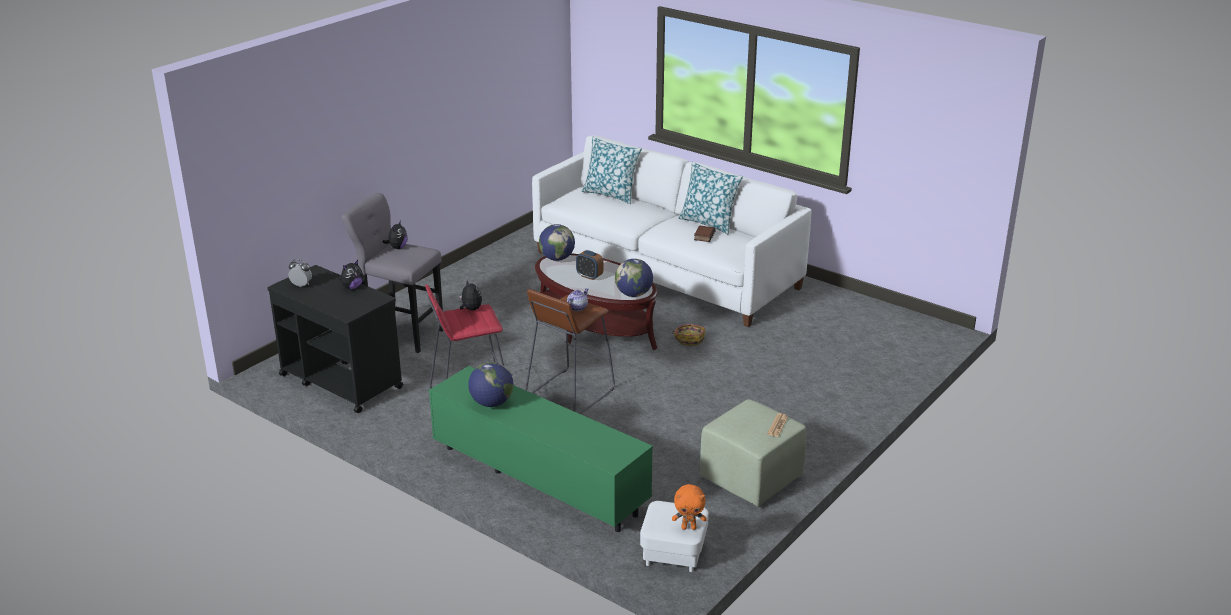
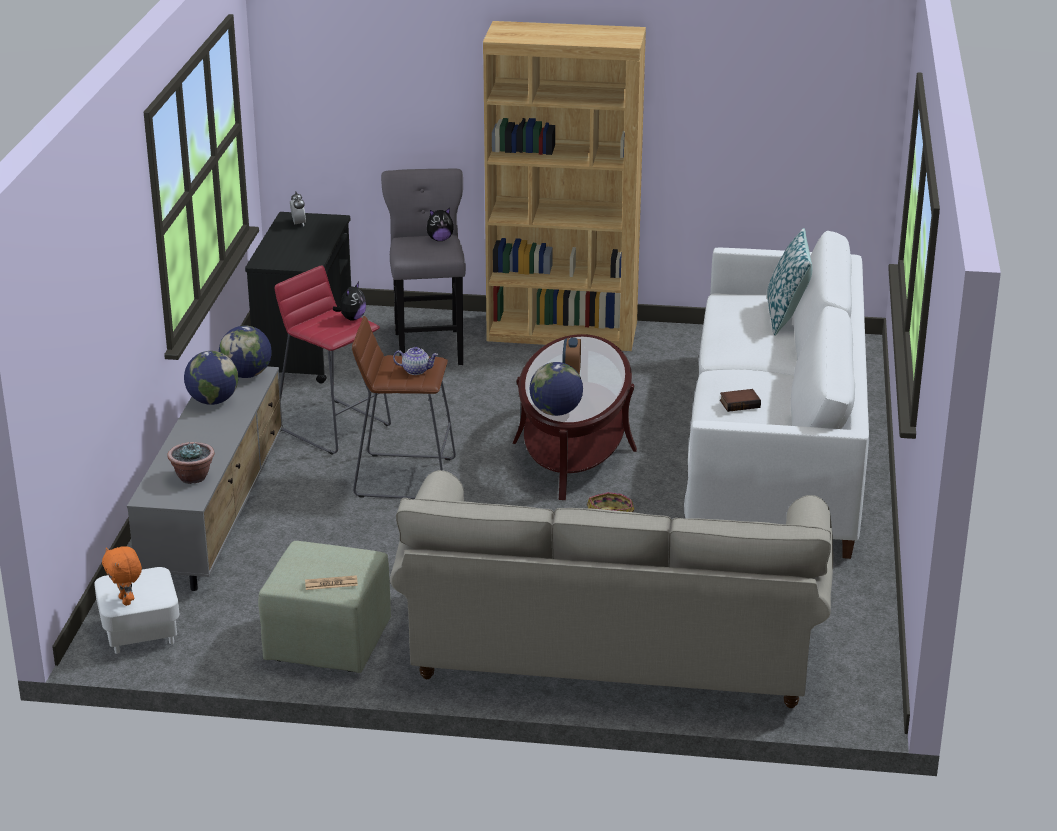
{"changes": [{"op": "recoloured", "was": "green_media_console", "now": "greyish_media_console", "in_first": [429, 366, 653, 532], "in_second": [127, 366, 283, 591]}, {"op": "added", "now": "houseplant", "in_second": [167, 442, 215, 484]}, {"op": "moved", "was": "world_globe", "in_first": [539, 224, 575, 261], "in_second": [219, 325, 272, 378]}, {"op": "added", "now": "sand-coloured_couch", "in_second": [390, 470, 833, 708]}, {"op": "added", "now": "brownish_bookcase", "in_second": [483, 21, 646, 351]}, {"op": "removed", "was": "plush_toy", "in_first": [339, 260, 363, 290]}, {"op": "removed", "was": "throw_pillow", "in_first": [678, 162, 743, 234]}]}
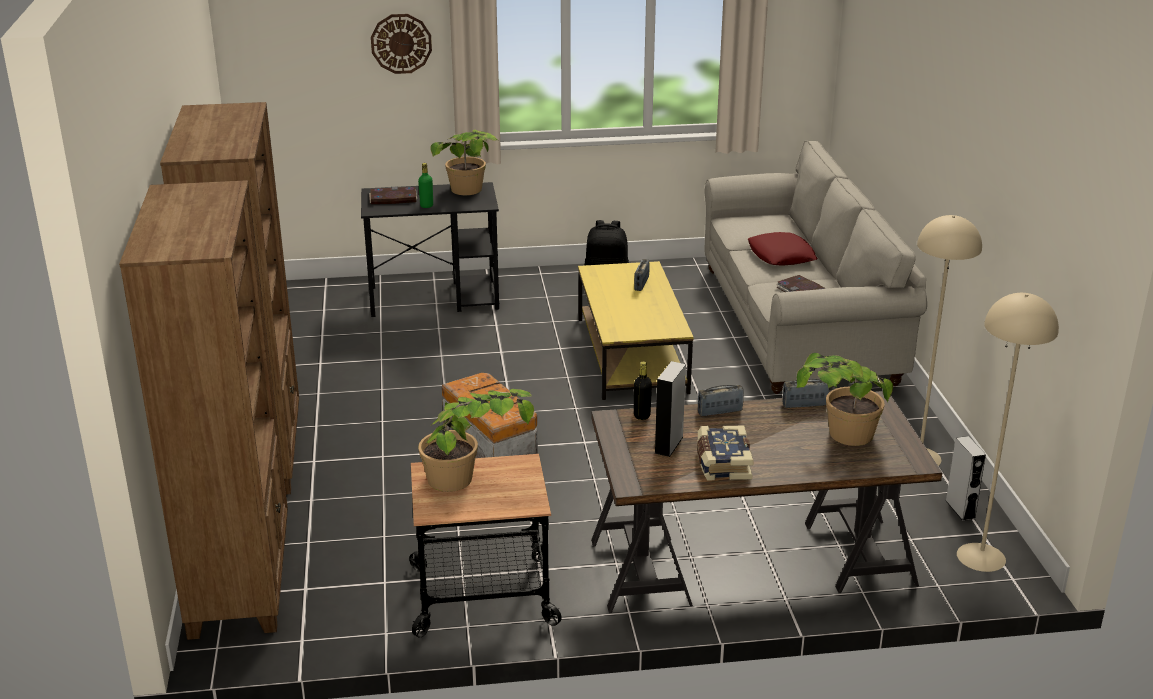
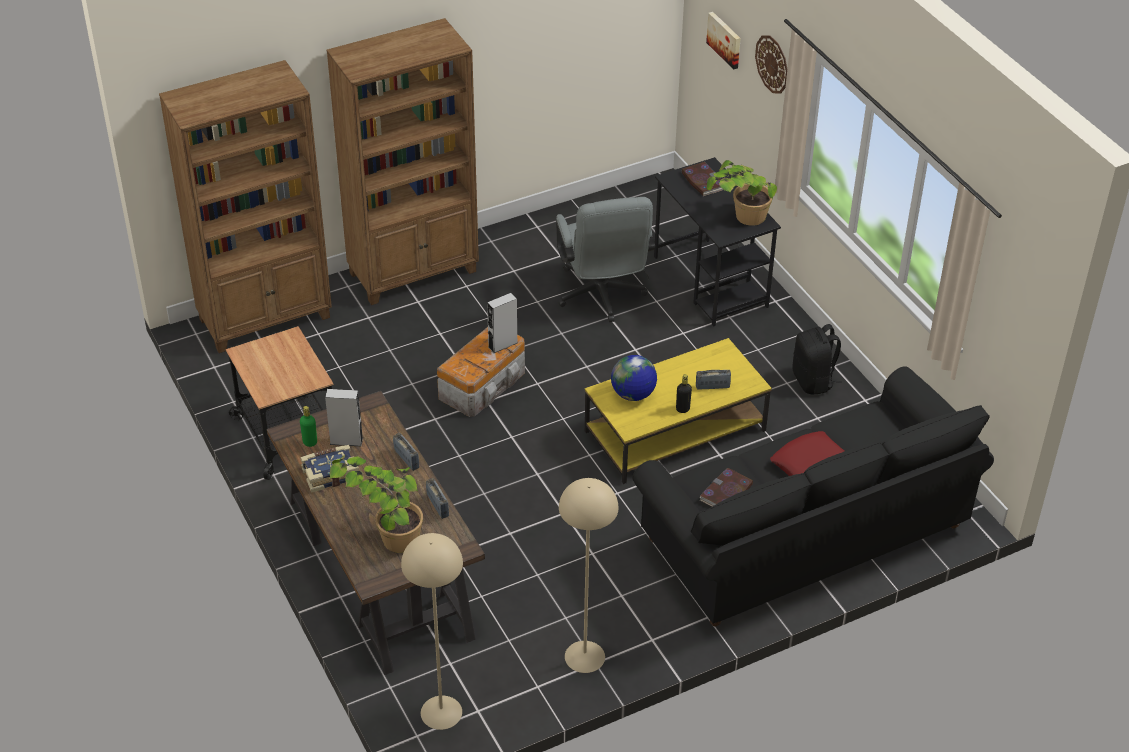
{"changes": [{"op": "moved", "was": "green_beverage_bottle", "in_first": [418, 163, 433, 208], "in_second": [300, 406, 317, 447]}, {"op": "moved", "was": "greyish_loudspeaker", "in_first": [945, 436, 986, 521], "in_second": [487, 293, 518, 353]}, {"op": "added", "now": "greyish_computer_chair", "in_second": [556, 197, 655, 322]}, {"op": "added", "now": "world_globe", "in_second": [611, 355, 657, 401]}, {"op": "recoloured", "was": "sand-coloured_couch", "now": "black_couch", "in_first": [704, 141, 927, 394], "in_second": [632, 366, 994, 626]}, {"op": "moved", "was": "black_beverage_bottle", "in_first": [634, 361, 652, 420], "in_second": [676, 374, 692, 413]}, {"op": "added", "now": "picture", "in_second": [706, 12, 741, 69]}, {"op": "removed", "was": "houseplant", "in_first": [418, 389, 534, 492]}]}
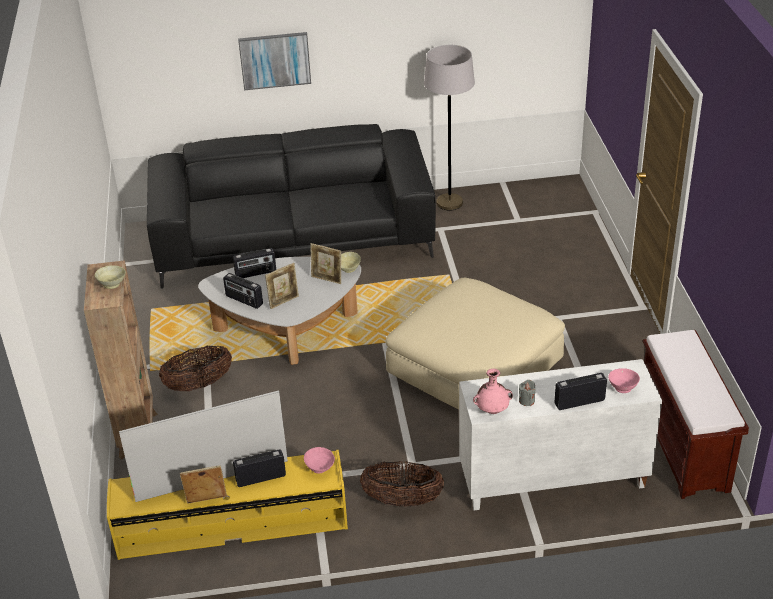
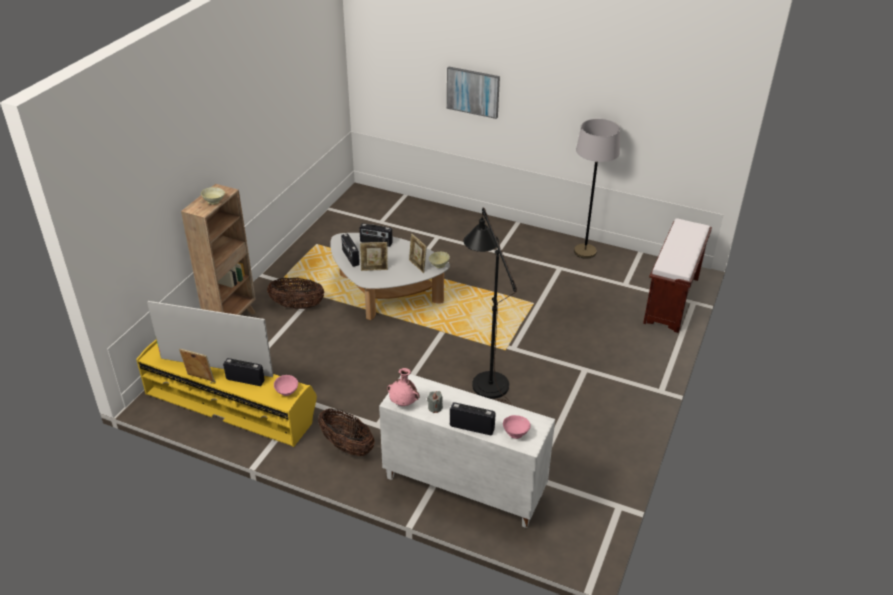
{"changes": [{"op": "replaced", "was": "sand-coloured_footrest", "now": "black_standing_lamp", "in_first": [386, 278, 565, 410], "in_second": [463, 207, 517, 405]}, {"op": "moved", "was": "brownish_long_seat", "in_first": [643, 330, 749, 499], "in_second": [643, 218, 712, 333]}, {"op": "removed", "was": "black_couch", "in_first": [147, 124, 436, 288]}]}
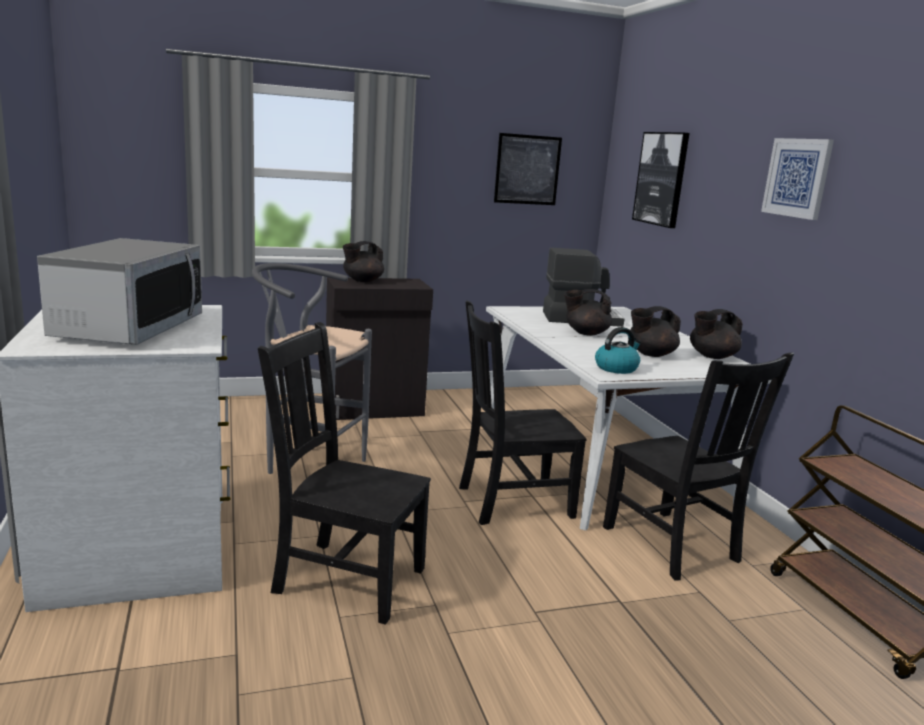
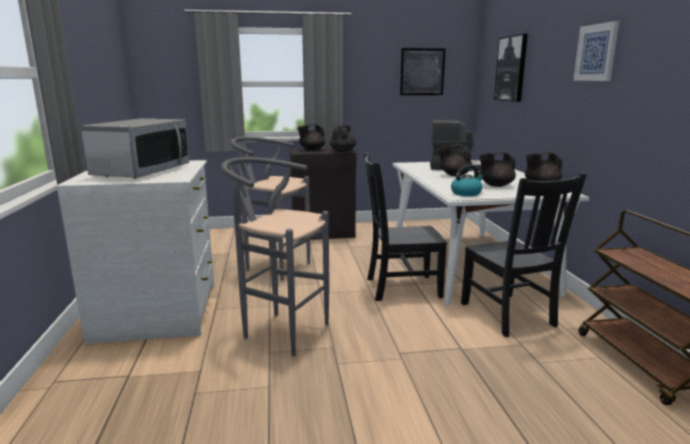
{"changes": [{"op": "replaced", "was": "black_chair", "now": "greyish_stool_seat", "in_first": [258, 322, 431, 625], "in_second": [221, 157, 329, 356]}, {"op": "added", "now": "black_tea_pot", "in_second": [330, 125, 357, 152]}]}
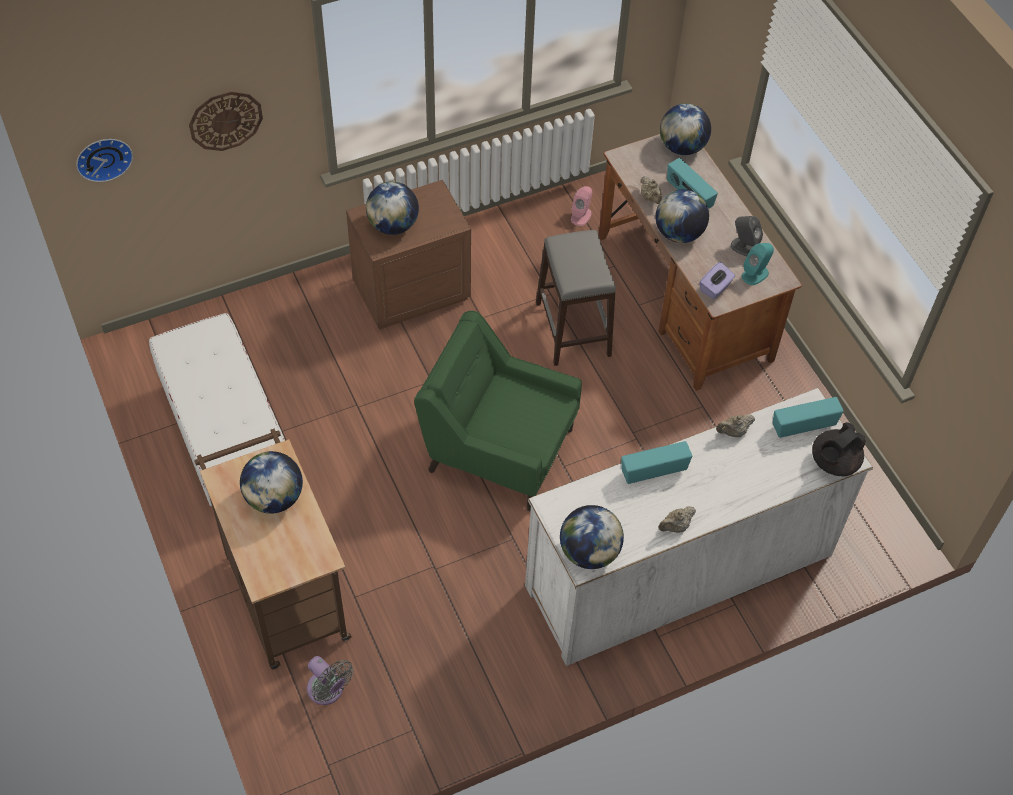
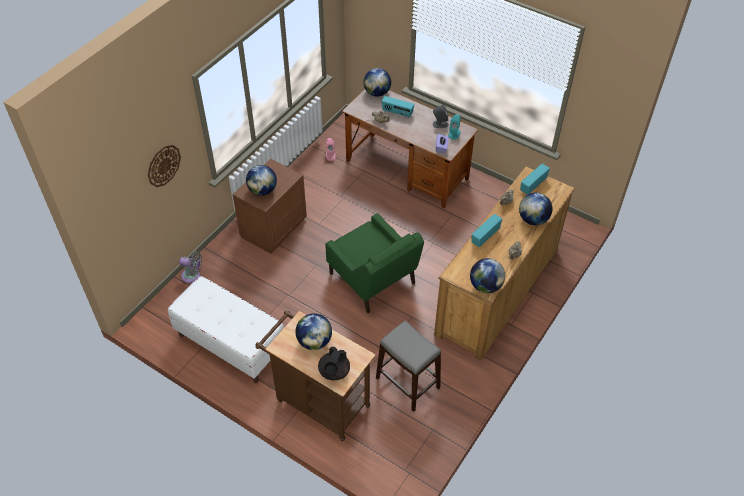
{"changes": [{"op": "moved", "was": "greyish_electric_fan", "in_first": [307, 656, 354, 705], "in_second": [179, 251, 202, 283]}, {"op": "moved", "was": "black_tea_pot", "in_first": [812, 422, 866, 476], "in_second": [318, 347, 350, 381]}, {"op": "turned", "was": "green_armchair", "in_first": [414, 311, 582, 512], "in_second": [325, 213, 424, 313], "clockwise": -120}, {"op": "moved", "was": "greyish_stool_seat", "in_first": [536, 230, 616, 366], "in_second": [376, 321, 441, 412]}, {"op": "recoloured", "was": "white-coloured_chest_of_drawers", "now": "brownish_chest_of_drawers", "in_first": [525, 388, 873, 666], "in_second": [434, 167, 575, 361]}, {"op": "moved", "was": "world_globe", "in_first": [655, 189, 709, 243], "in_second": [519, 193, 552, 225]}, {"op": "removed", "was": "clock_on_the_wall", "in_first": [76, 139, 133, 182]}]}
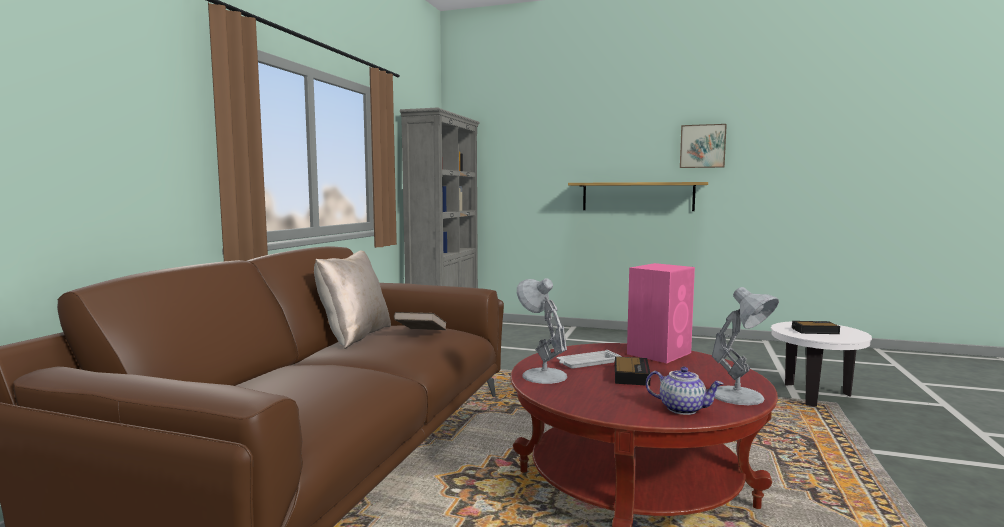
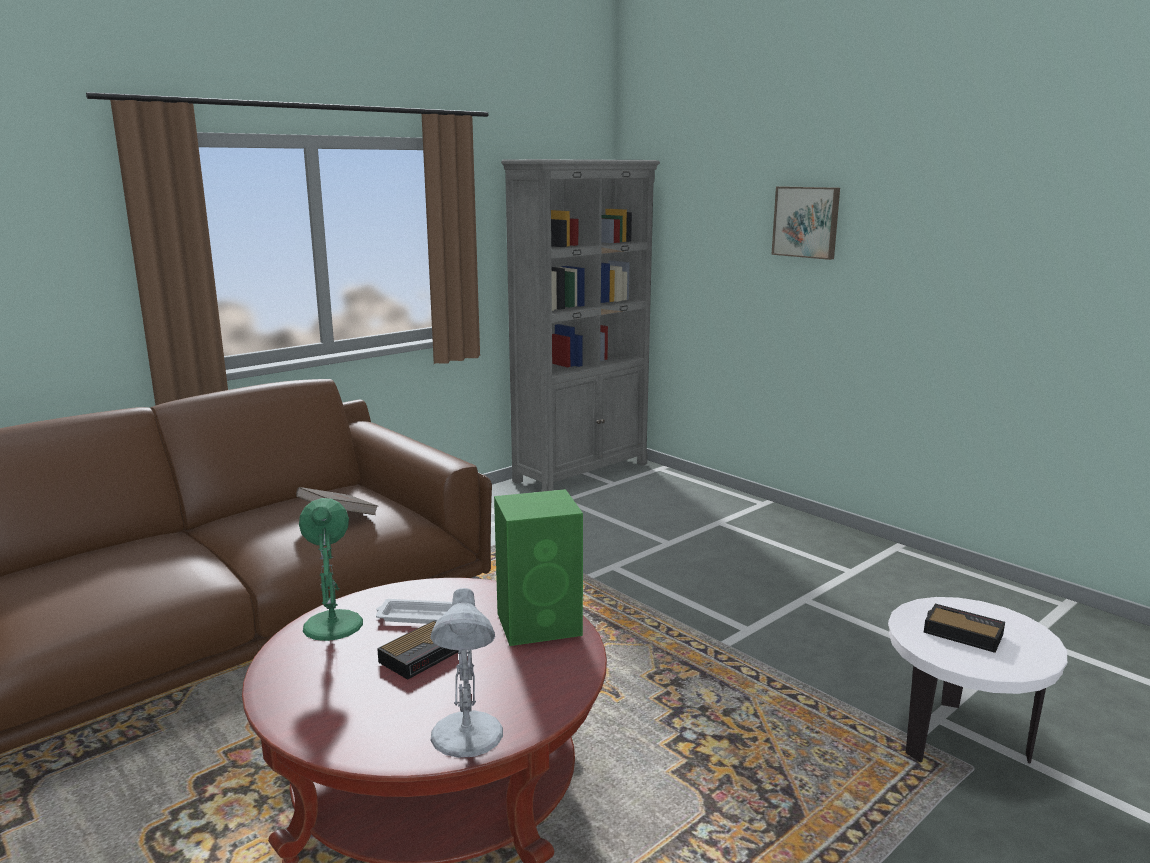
{"changes": [{"op": "recoloured", "was": "white-coloured_lamp_for_a_table", "now": "green_lamp_for_a_table", "in_first": [517, 278, 567, 384], "in_second": [299, 498, 363, 641]}, {"op": "recoloured", "was": "pink-coloured_loudspeaker", "now": "green_loudspeaker", "in_first": [627, 263, 695, 363], "in_second": [494, 489, 583, 646]}, {"op": "moved", "was": "picture", "in_first": [680, 124, 727, 168], "in_second": [771, 186, 840, 260]}, {"op": "removed", "was": "sand-coloured_throw_pillow", "in_first": [314, 251, 391, 349]}, {"op": "removed", "was": "bracket_shelf", "in_first": [568, 182, 708, 211]}, {"op": "removed", "was": "tea_pot", "in_first": [646, 367, 723, 415]}]}
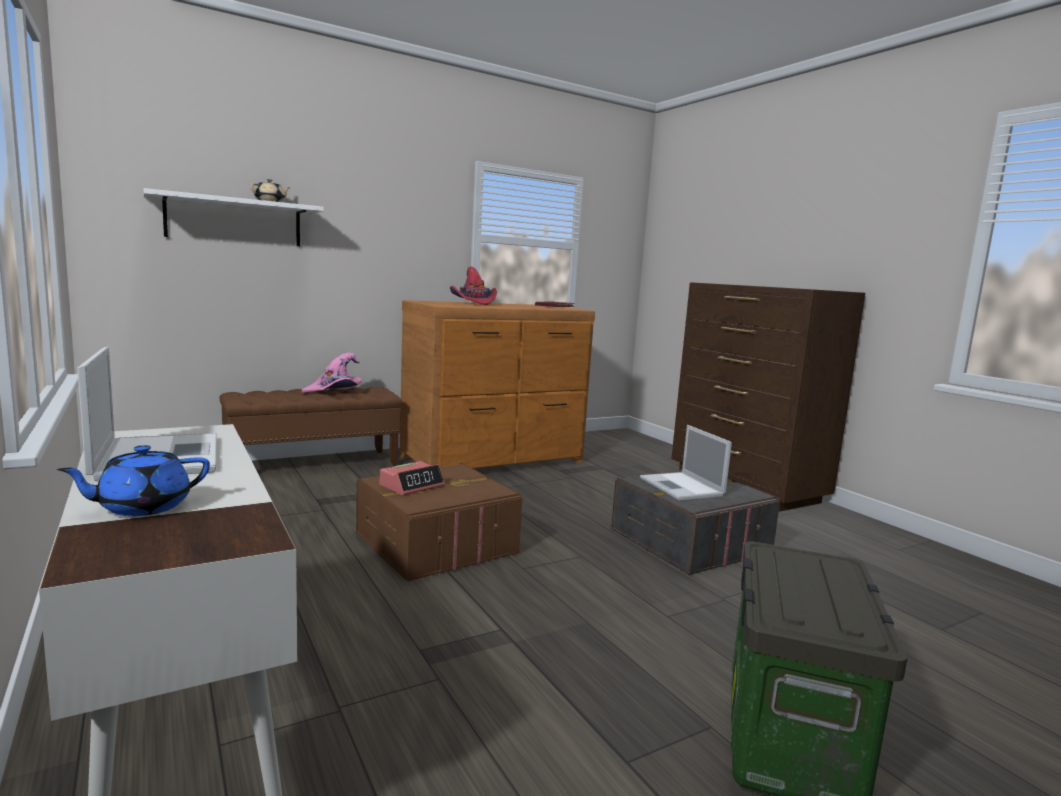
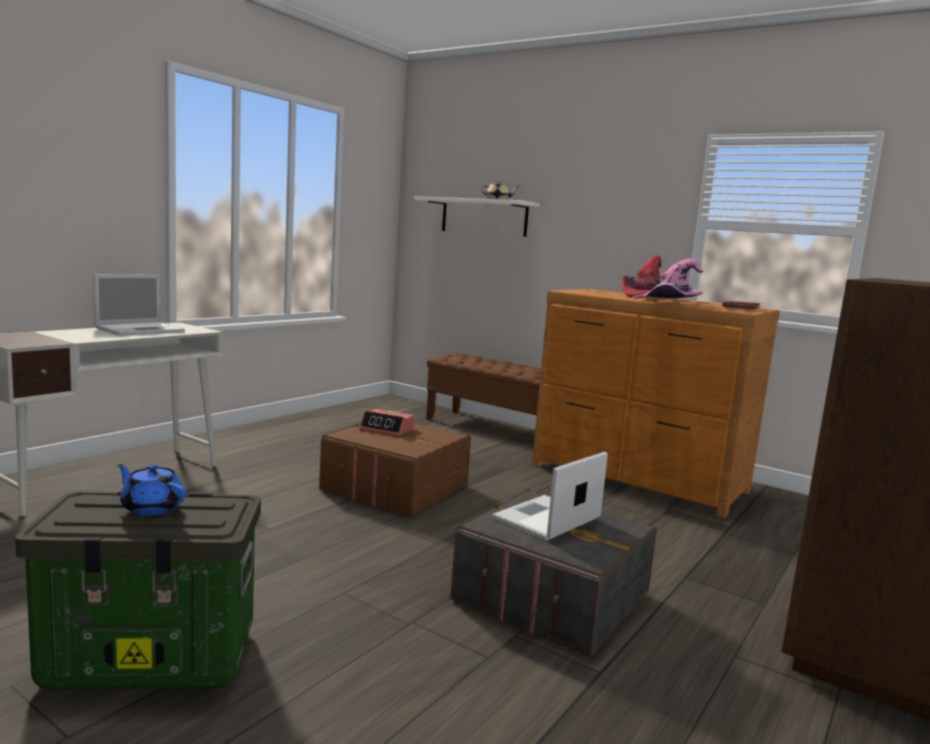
{"changes": [{"op": "moved", "was": "bluish_tea_pot", "in_first": [57, 445, 210, 516], "in_second": [117, 464, 186, 516]}, {"op": "moved", "was": "pink-coloured_hat", "in_first": [301, 353, 362, 392], "in_second": [633, 258, 703, 299]}]}
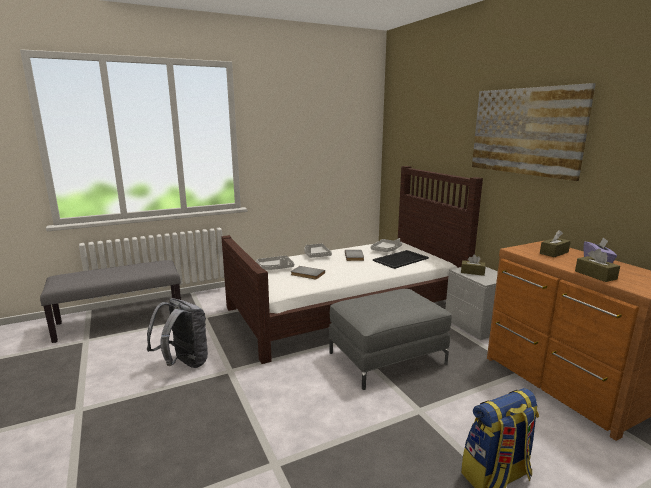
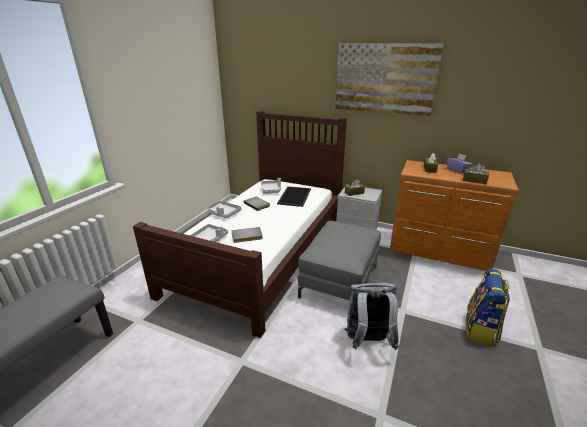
{"changes": [{"op": "moved", "was": "greyish_rucksack", "in_first": [147, 298, 208, 368], "in_second": [345, 283, 399, 350]}]}
